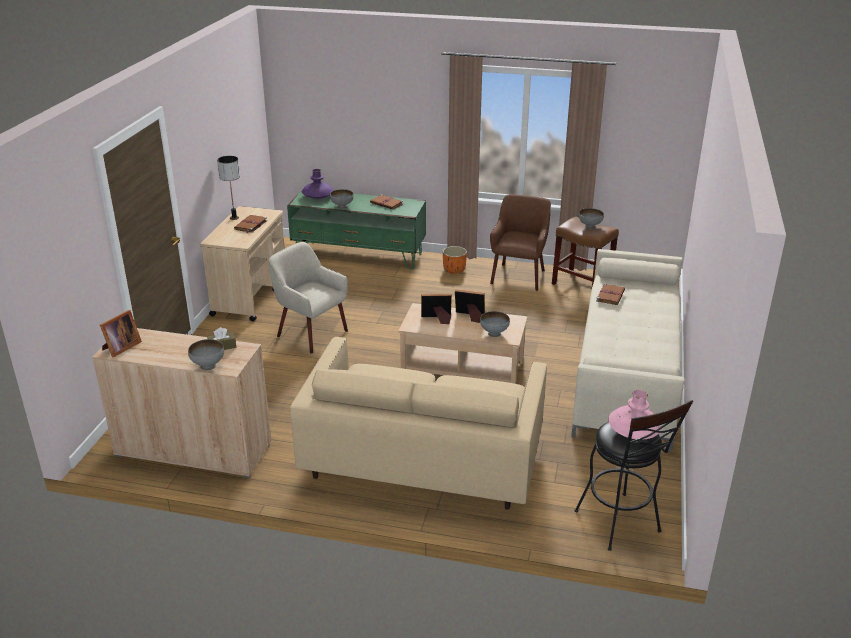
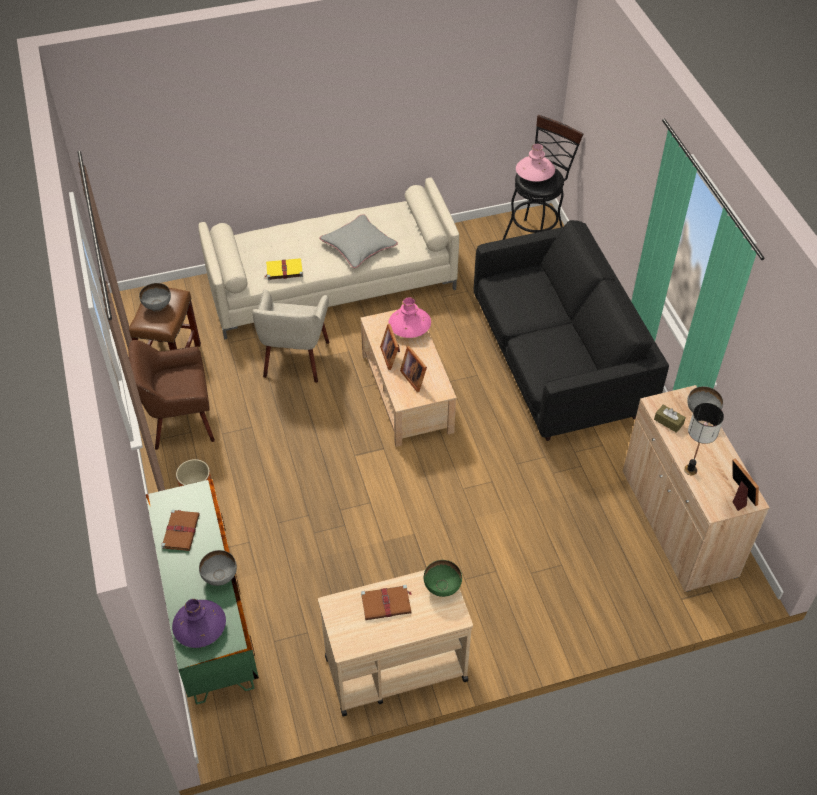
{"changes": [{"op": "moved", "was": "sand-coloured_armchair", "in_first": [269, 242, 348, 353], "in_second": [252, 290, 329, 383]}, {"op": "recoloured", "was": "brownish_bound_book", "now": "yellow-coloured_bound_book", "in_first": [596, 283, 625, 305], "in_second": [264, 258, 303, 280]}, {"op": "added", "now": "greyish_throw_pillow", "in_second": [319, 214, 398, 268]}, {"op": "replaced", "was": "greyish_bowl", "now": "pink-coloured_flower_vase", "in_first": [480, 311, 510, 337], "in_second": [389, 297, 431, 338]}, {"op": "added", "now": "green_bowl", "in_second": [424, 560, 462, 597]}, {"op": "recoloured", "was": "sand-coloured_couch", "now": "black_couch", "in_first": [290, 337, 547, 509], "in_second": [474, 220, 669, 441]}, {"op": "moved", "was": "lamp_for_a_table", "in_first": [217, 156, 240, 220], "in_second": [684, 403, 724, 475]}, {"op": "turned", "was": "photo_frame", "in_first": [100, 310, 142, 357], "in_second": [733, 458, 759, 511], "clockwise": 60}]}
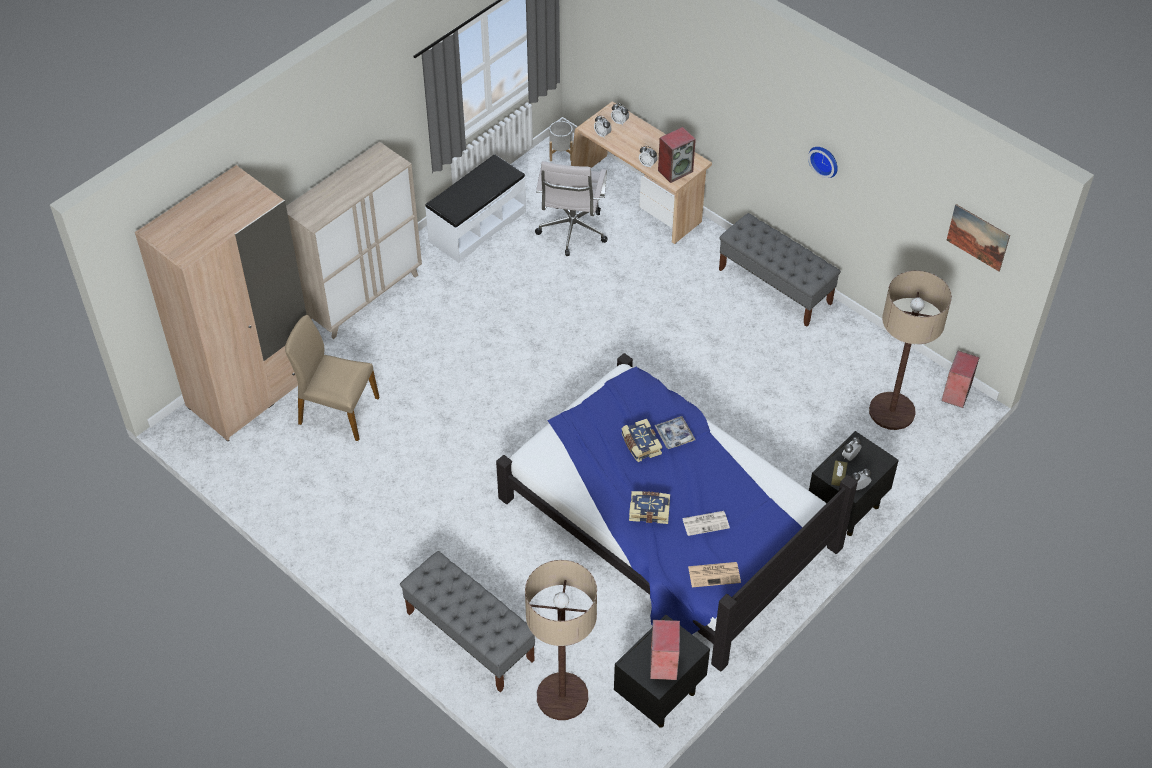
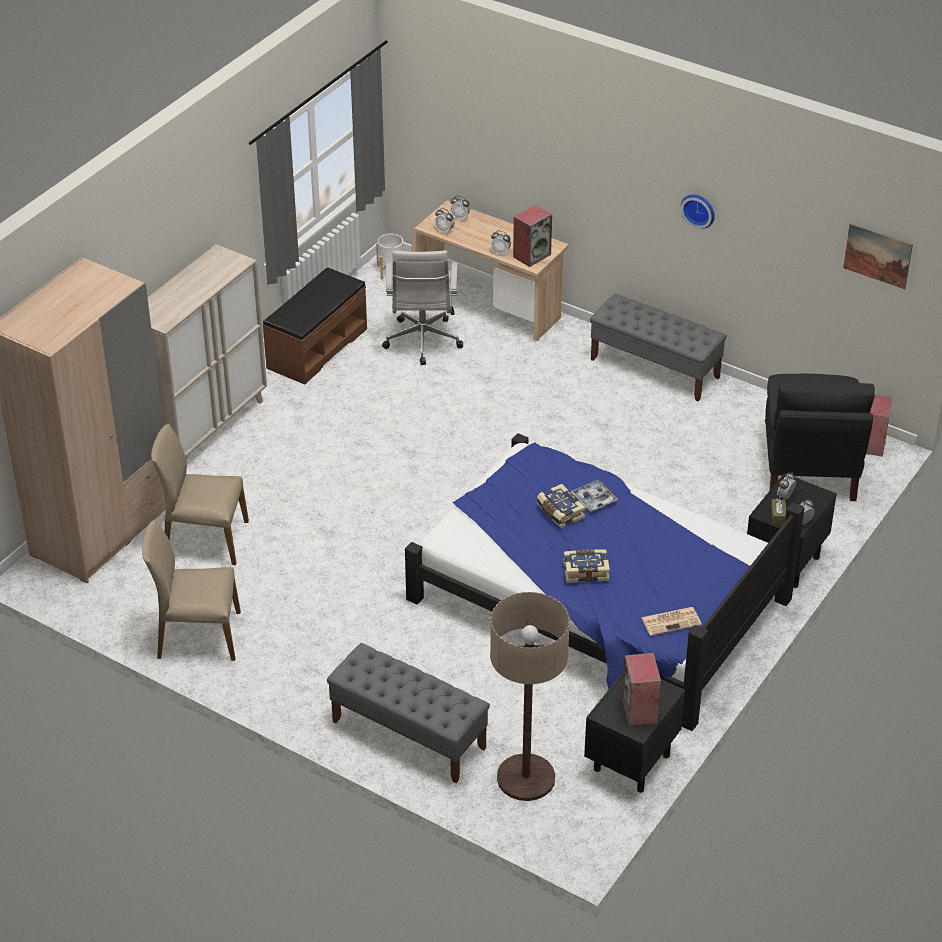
{"changes": [{"op": "added", "now": "sand-coloured_chair", "in_second": [142, 520, 241, 661]}, {"op": "recoloured", "was": "white-coloured_long_seat", "now": "brownish_long_seat", "in_first": [425, 154, 526, 263], "in_second": [263, 267, 367, 385]}, {"op": "replaced", "was": "standing_lamp", "now": "black_chair", "in_first": [869, 271, 952, 430], "in_second": [765, 374, 875, 501]}, {"op": "removed", "was": "printed_paper", "in_first": [682, 511, 730, 536]}]}
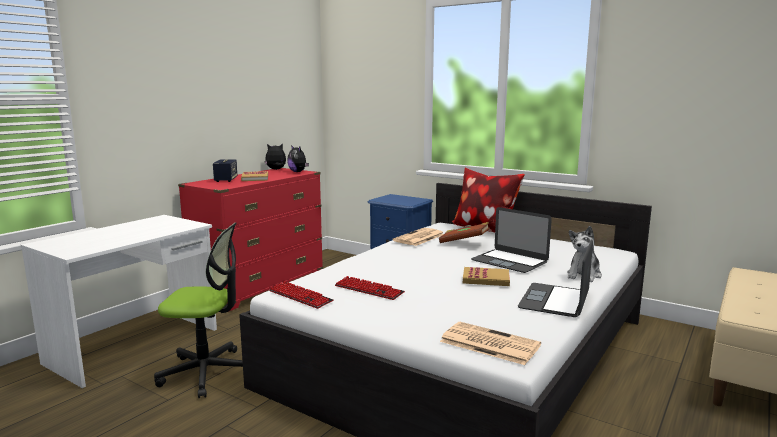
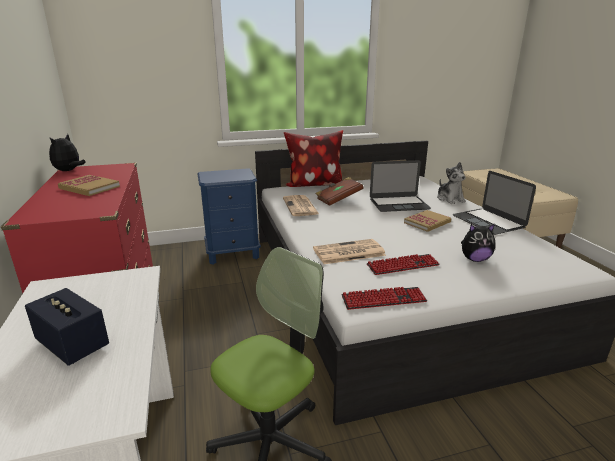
{"changes": [{"op": "moved", "was": "loudspeaker", "in_first": [213, 159, 237, 182], "in_second": [25, 288, 109, 366]}, {"op": "moved", "was": "printed_paper", "in_first": [440, 322, 541, 365], "in_second": [313, 239, 386, 264]}, {"op": "moved", "was": "plush_toy", "in_first": [287, 145, 309, 172], "in_second": [461, 224, 495, 262]}]}
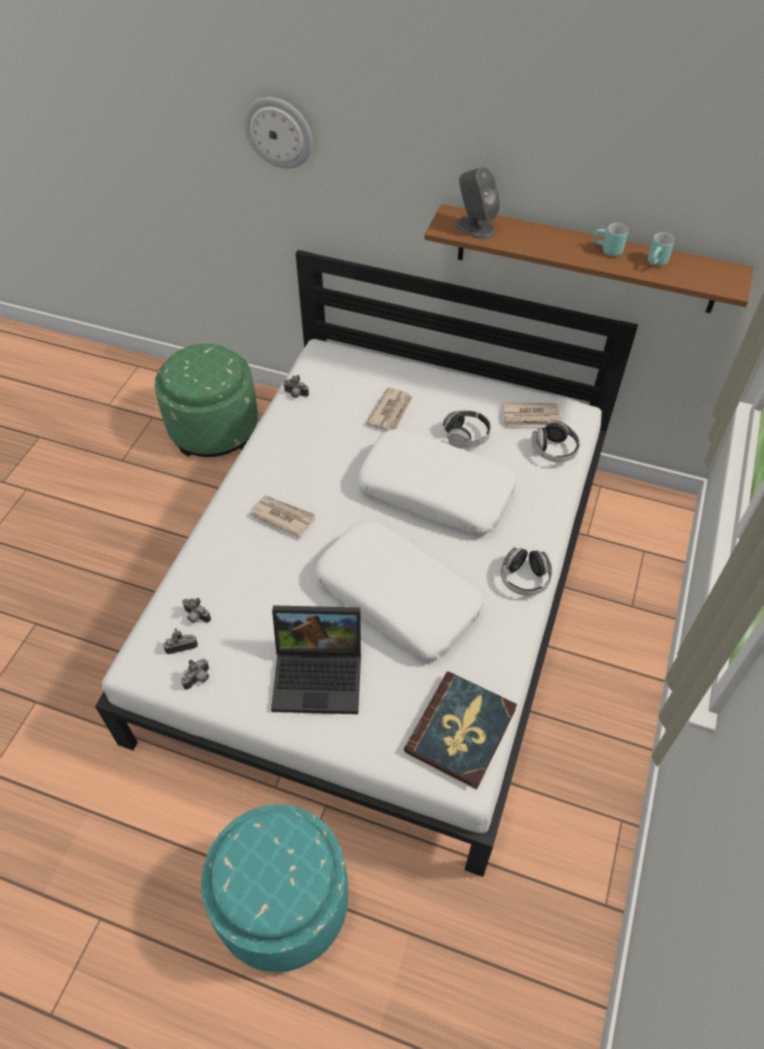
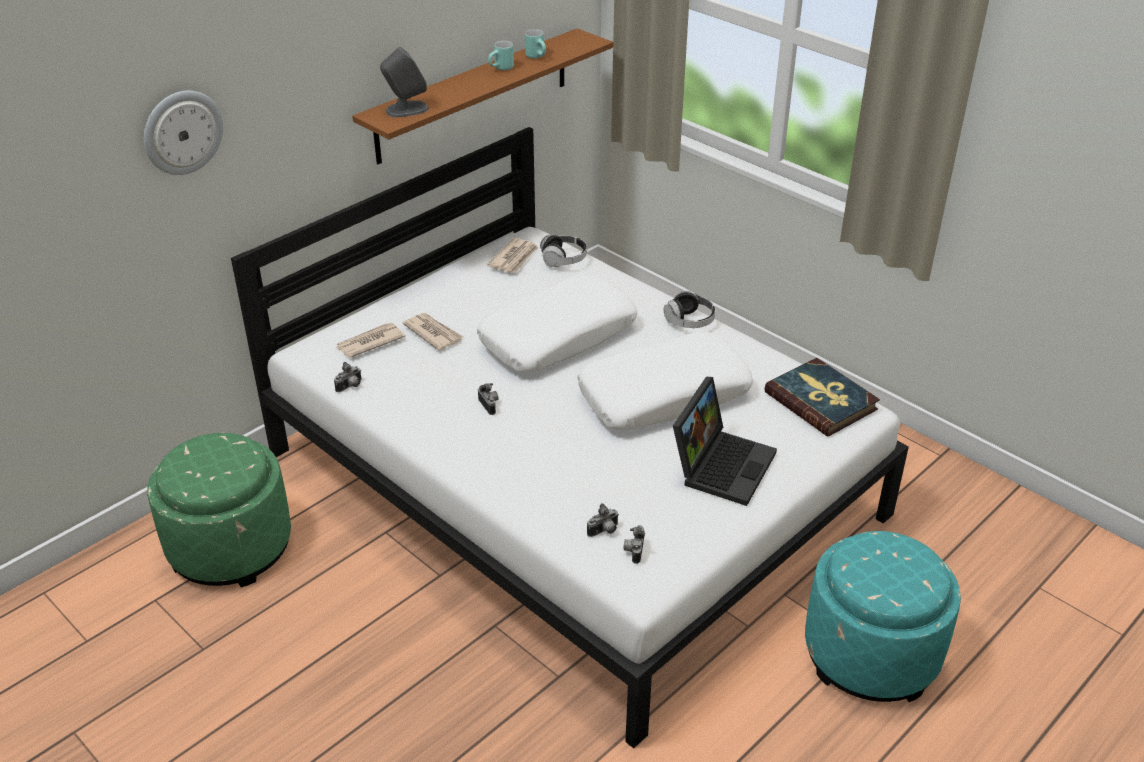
{"changes": [{"op": "moved", "was": "printed_paper", "in_first": [250, 495, 316, 538], "in_second": [336, 323, 405, 358]}, {"op": "moved", "was": "still_camera", "in_first": [181, 659, 209, 690], "in_second": [478, 383, 499, 415]}, {"op": "removed", "was": "pair_of_headphones", "in_first": [443, 410, 491, 449]}]}
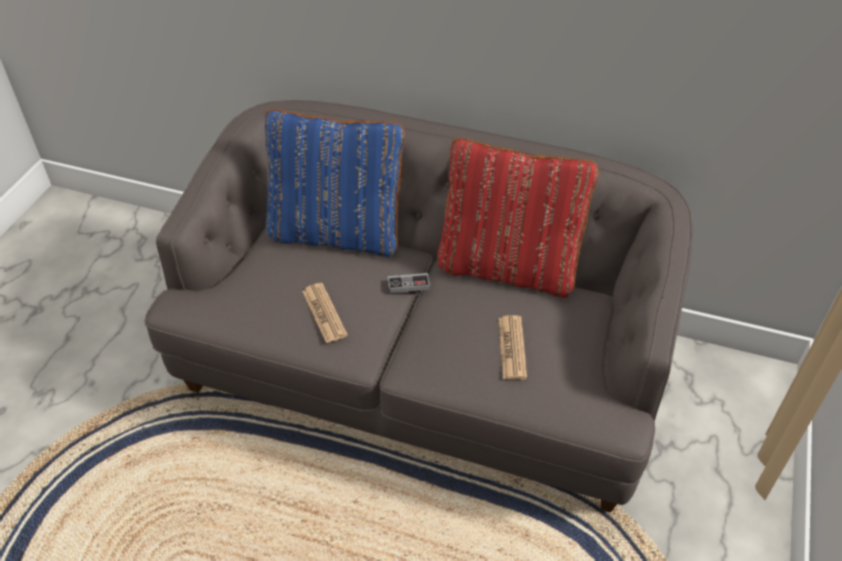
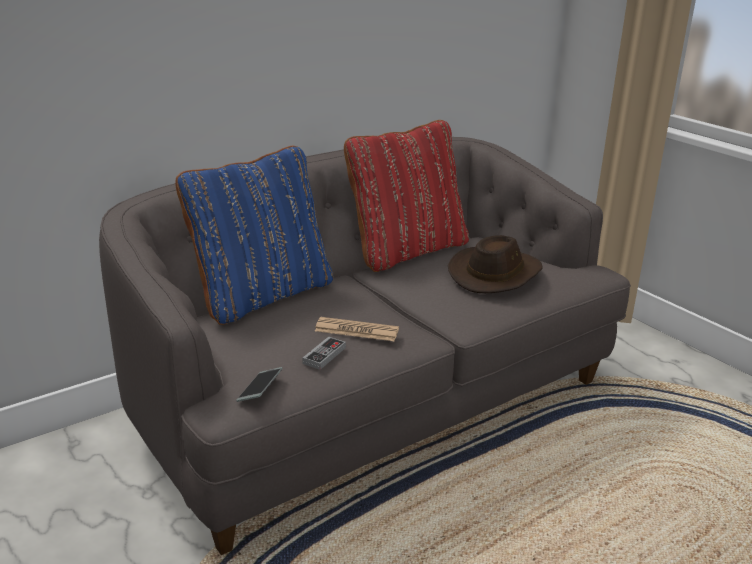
{"changes": [{"op": "added", "now": "telephone", "in_second": [236, 367, 283, 402]}, {"op": "moved", "was": "game_controller", "in_first": [388, 273, 430, 293], "in_second": [302, 337, 346, 370]}, {"op": "replaced", "was": "printed_paper", "now": "brownish_hat", "in_first": [499, 315, 527, 380], "in_second": [448, 235, 543, 293]}]}
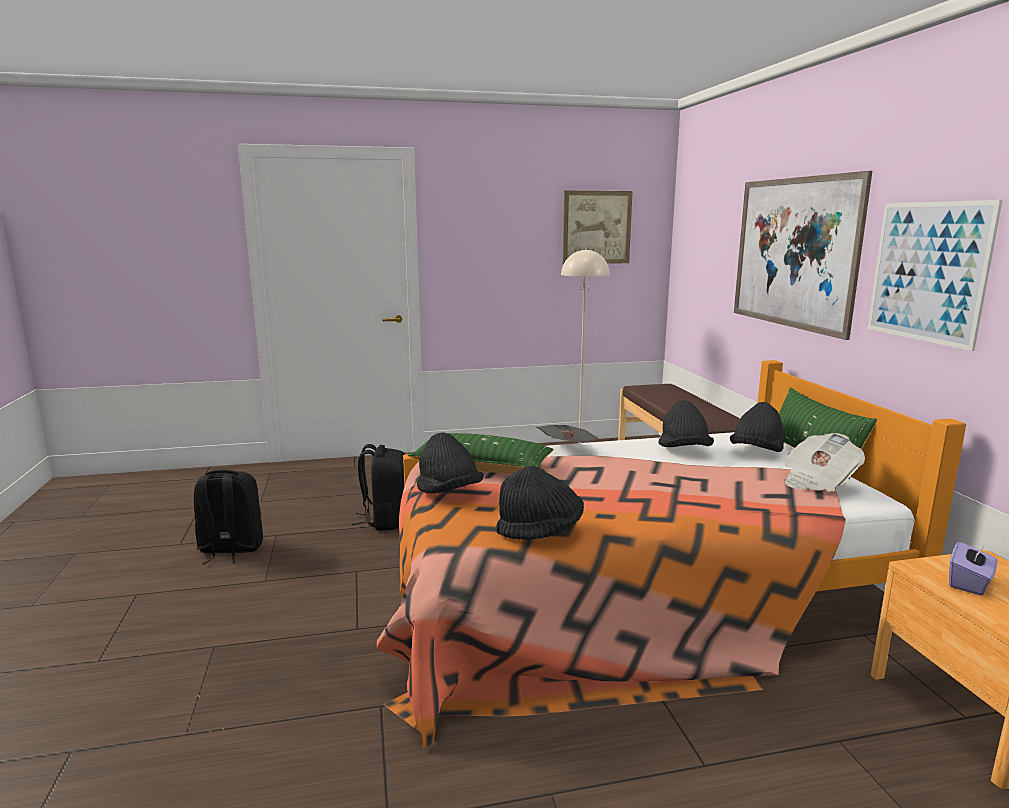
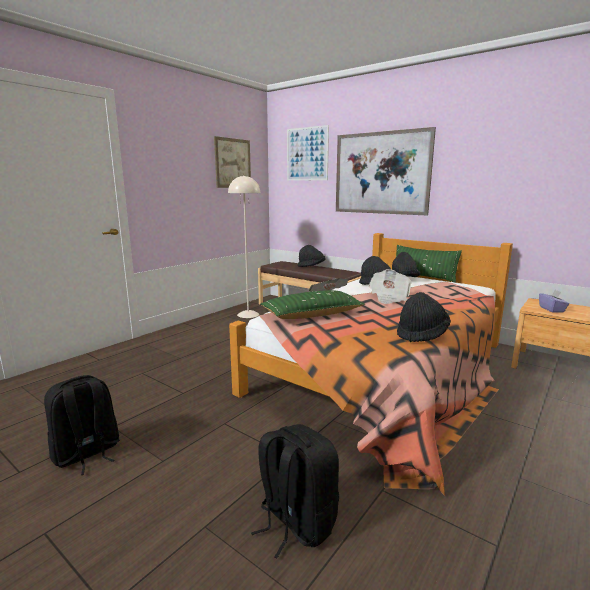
{"changes": [{"op": "moved", "was": "black_rucksack", "in_first": [352, 444, 405, 531], "in_second": [251, 424, 339, 559]}, {"op": "moved", "was": "picture", "in_first": [867, 200, 1002, 351], "in_second": [287, 125, 329, 181]}, {"op": "moved", "was": "black_hat", "in_first": [417, 432, 484, 494], "in_second": [298, 245, 325, 267]}, {"op": "moved", "was": "printed_paper", "in_first": [785, 433, 865, 492], "in_second": [369, 269, 412, 304]}]}
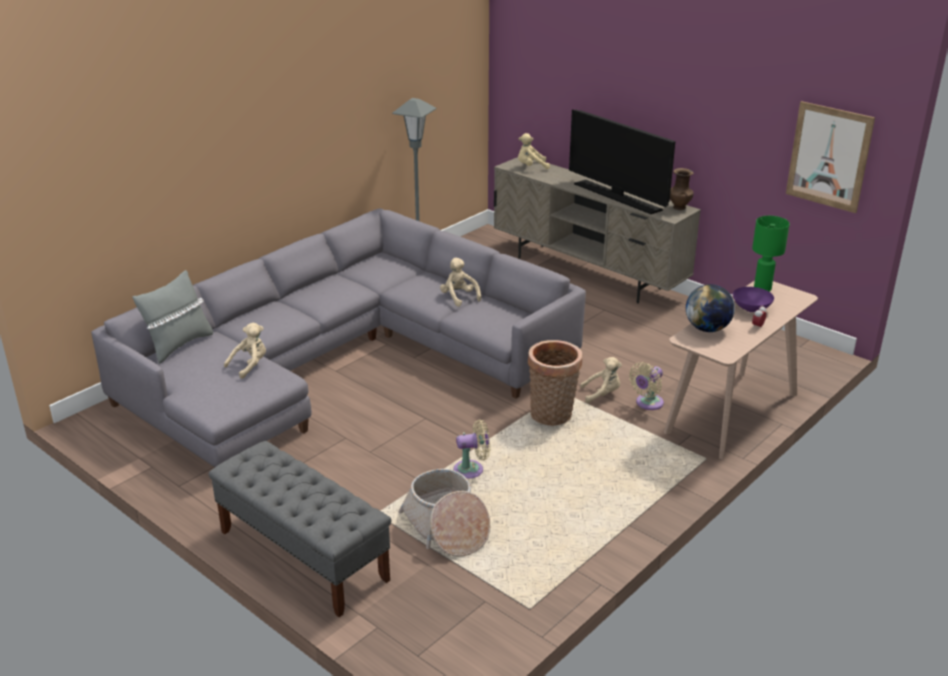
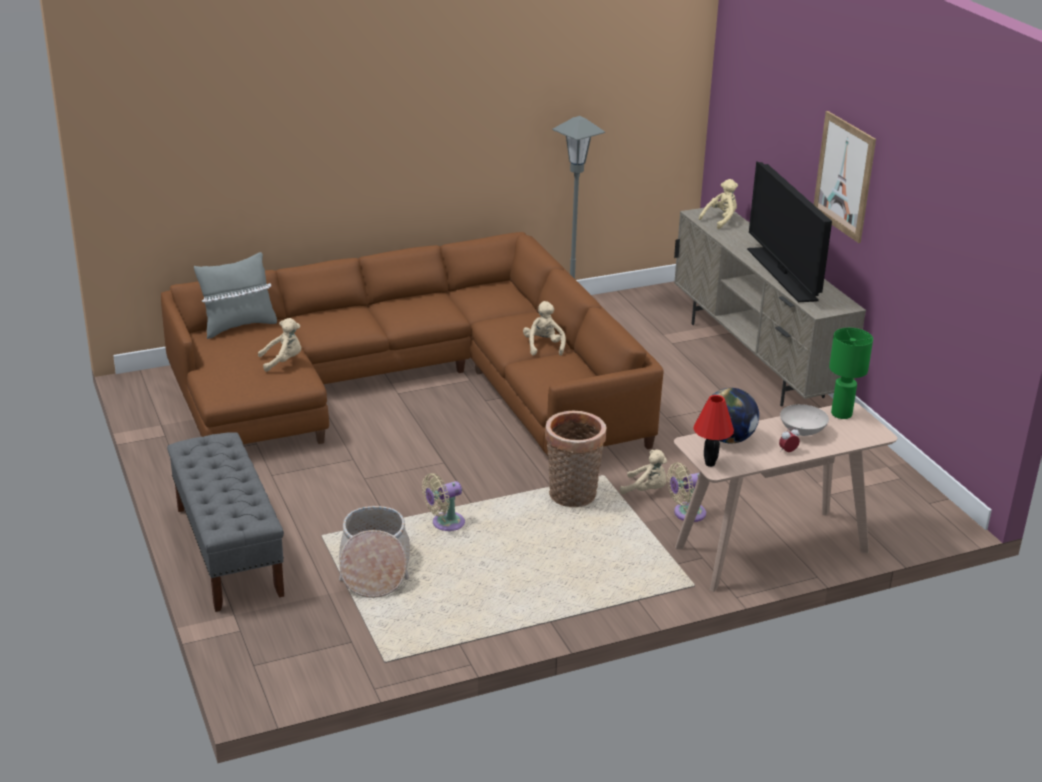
{"changes": [{"op": "recoloured", "was": "greyish_couch", "now": "brownish_couch", "in_first": [91, 208, 586, 468], "in_second": [161, 232, 664, 456]}, {"op": "turned", "was": "sand-coloured_electric_fan", "in_first": [453, 420, 490, 479], "in_second": [422, 473, 465, 531], "clockwise": 135}, {"op": "added", "now": "red-coloured_lamp_for_a_table", "in_second": [693, 395, 734, 467]}, {"op": "turned", "was": "sand-coloured_plush_toy", "in_first": [518, 133, 550, 169], "in_second": [699, 179, 738, 229], "clockwise": 120}, {"op": "recoloured", "was": "purple_bowl", "now": "white-coloured_bowl", "in_first": [733, 287, 774, 312], "in_second": [780, 404, 829, 436]}, {"op": "moved", "was": "picture", "in_first": [786, 101, 875, 213], "in_second": [814, 111, 876, 243]}, {"op": "removed", "was": "brownish_flower_vase", "in_first": [670, 168, 694, 210]}]}
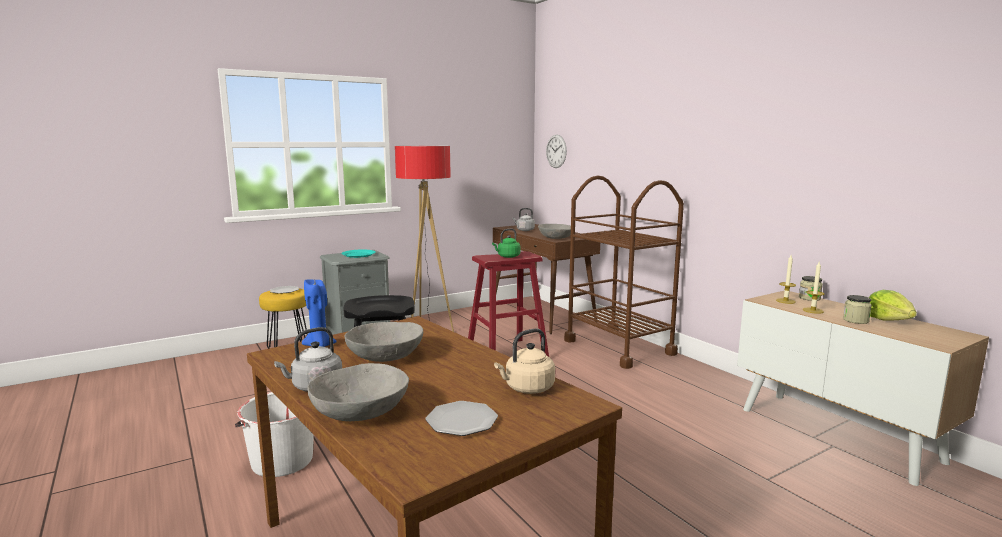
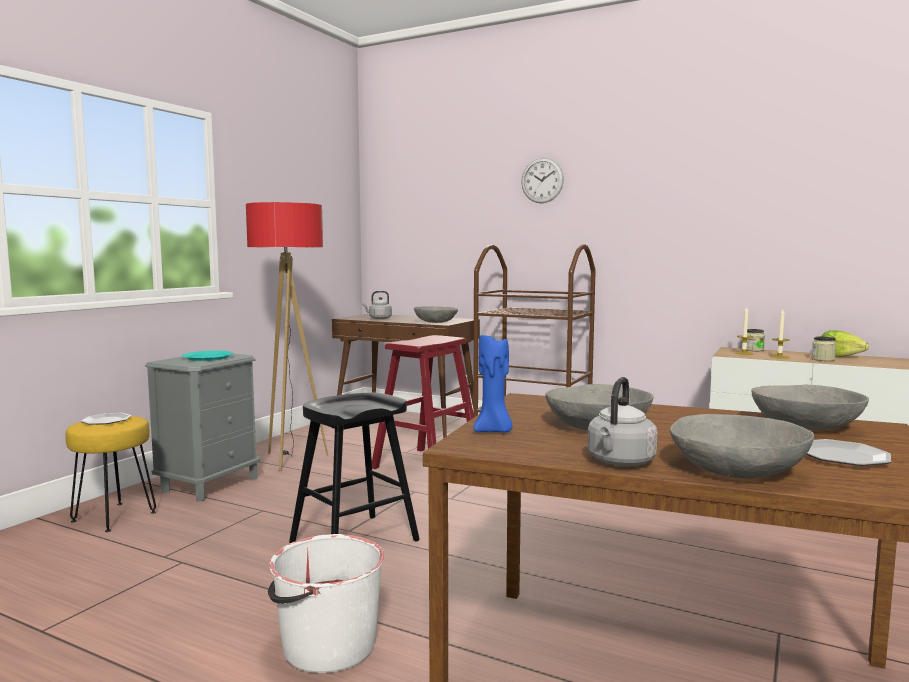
{"changes": [{"op": "moved", "was": "clock_on_the_wall", "in_first": [546, 135, 567, 168], "in_second": [521, 158, 564, 203]}, {"op": "replaced", "was": "sand-coloured_kettle", "now": "greyish_bowl", "in_first": [494, 328, 555, 394], "in_second": [752, 384, 869, 430]}, {"op": "removed", "was": "green_kettle", "in_first": [492, 229, 521, 258]}]}
